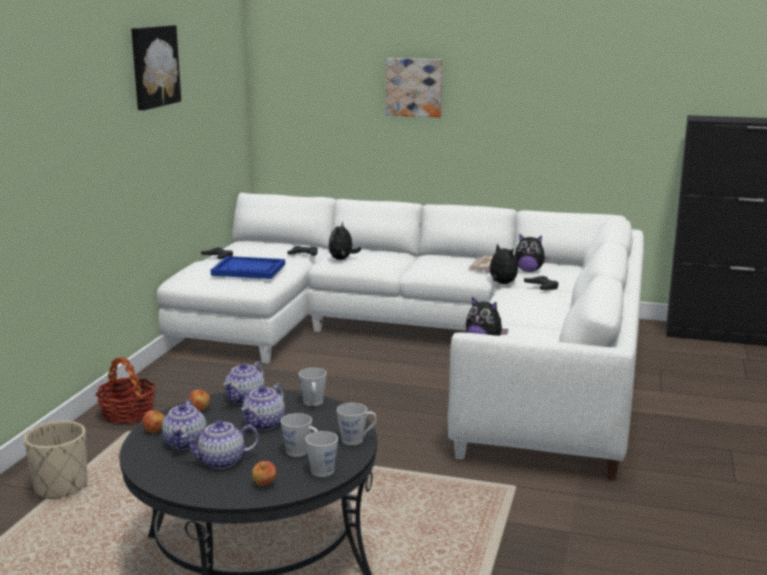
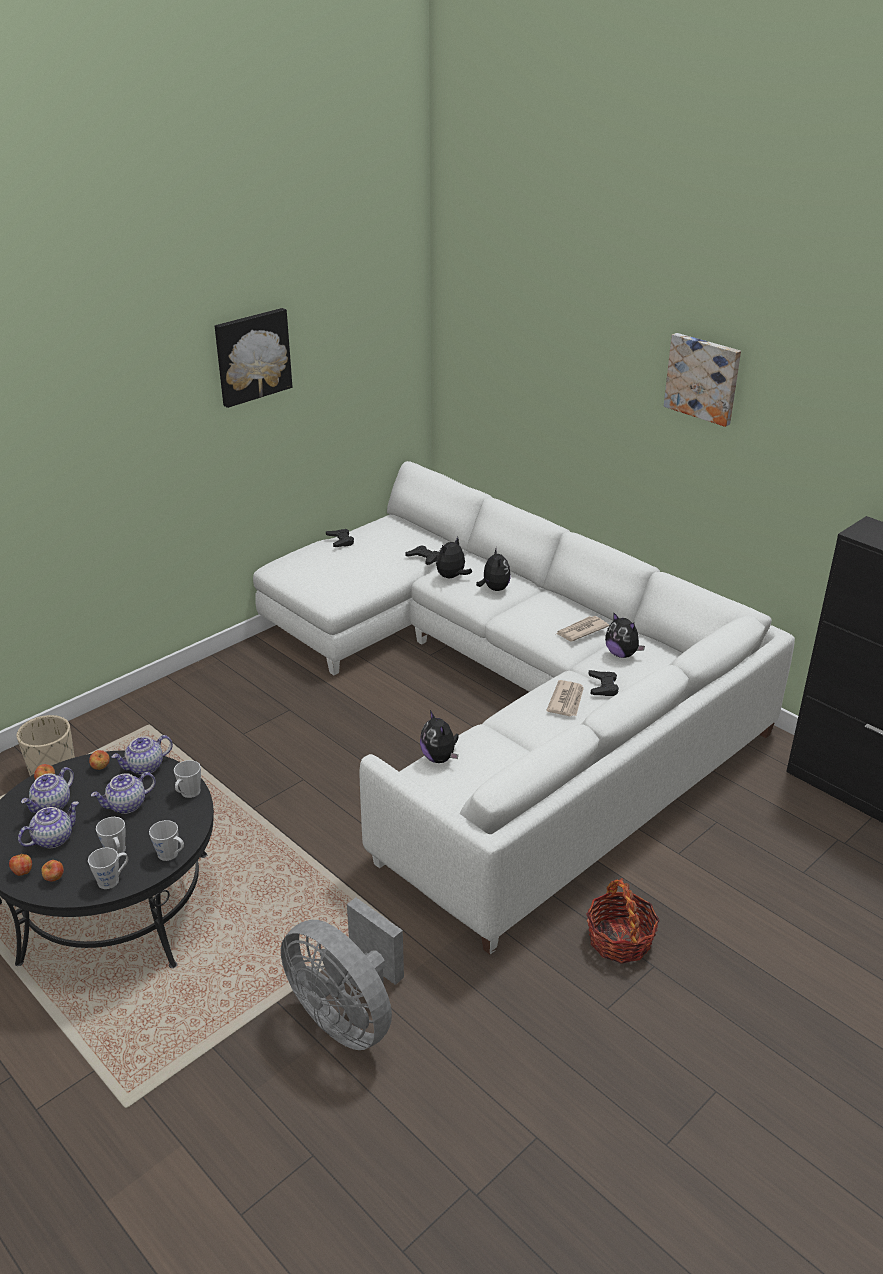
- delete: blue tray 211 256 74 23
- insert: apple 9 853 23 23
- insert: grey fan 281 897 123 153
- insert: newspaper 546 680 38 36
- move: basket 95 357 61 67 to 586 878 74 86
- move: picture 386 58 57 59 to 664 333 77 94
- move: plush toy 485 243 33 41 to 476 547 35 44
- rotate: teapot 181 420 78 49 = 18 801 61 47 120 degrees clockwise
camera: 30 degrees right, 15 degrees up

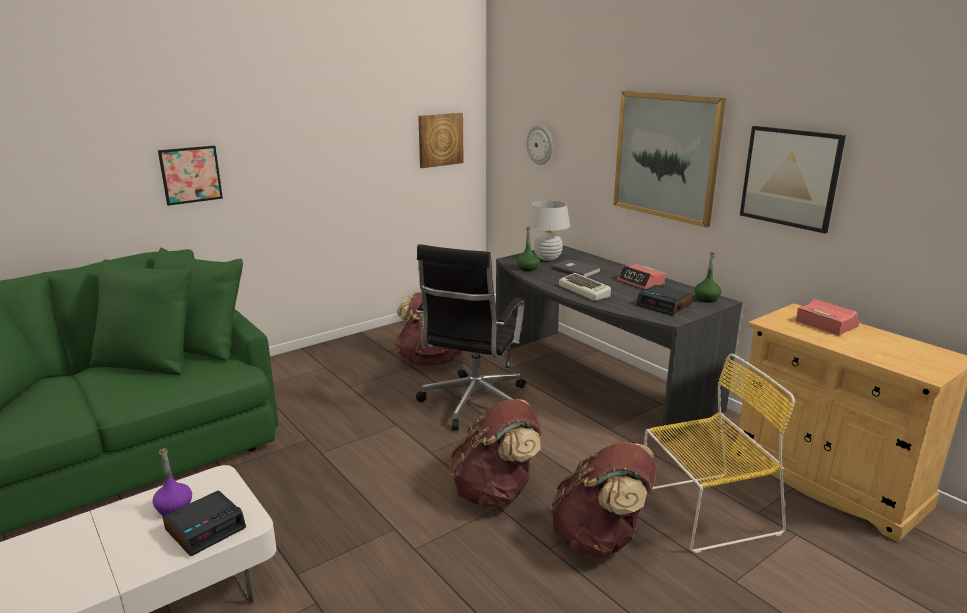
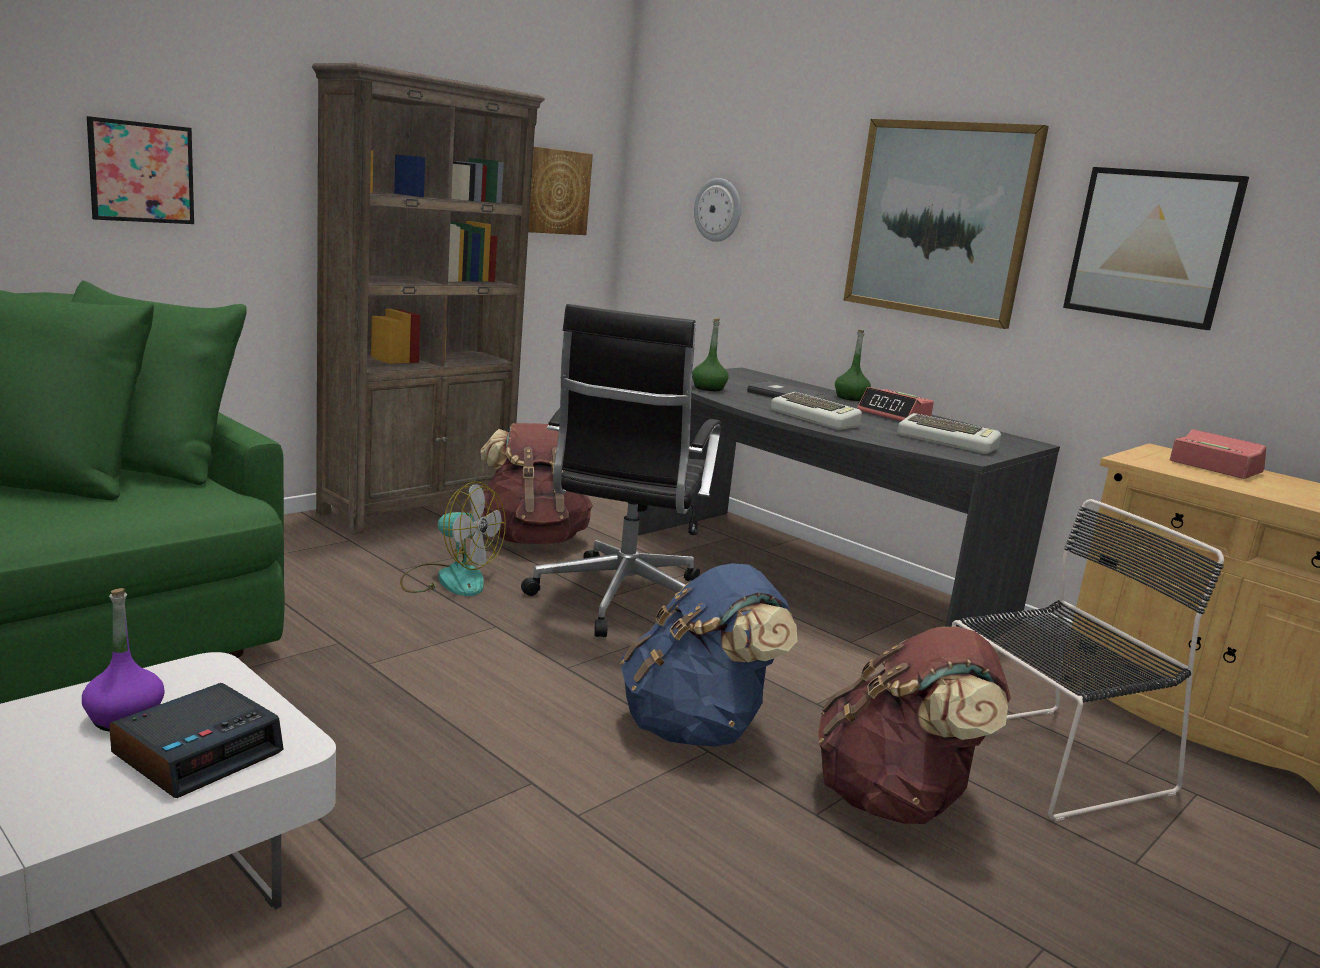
- delete: white table lamp 528 200 42 61
- insert: brown bookcase 312 63 233 471
- insert: fan 400 481 106 115
- move: green bottle 695 252 26 51 to 835 330 36 71
- replace: alarm clock 637 285 56 31 to keyboard 897 413 104 41
- recolor: brown backpack 450 399 92 108 to blue backpack 621 563 176 184
- recolor: yellow chair 644 354 151 199 to black chair 952 499 272 322
camera: 10 degrees left, 5 degrees down

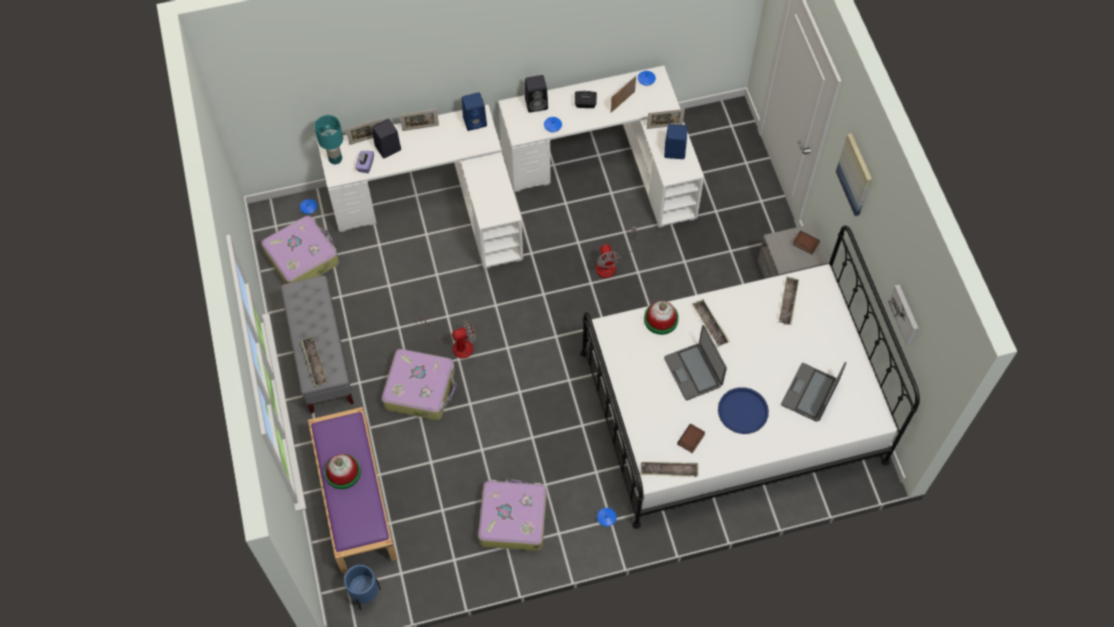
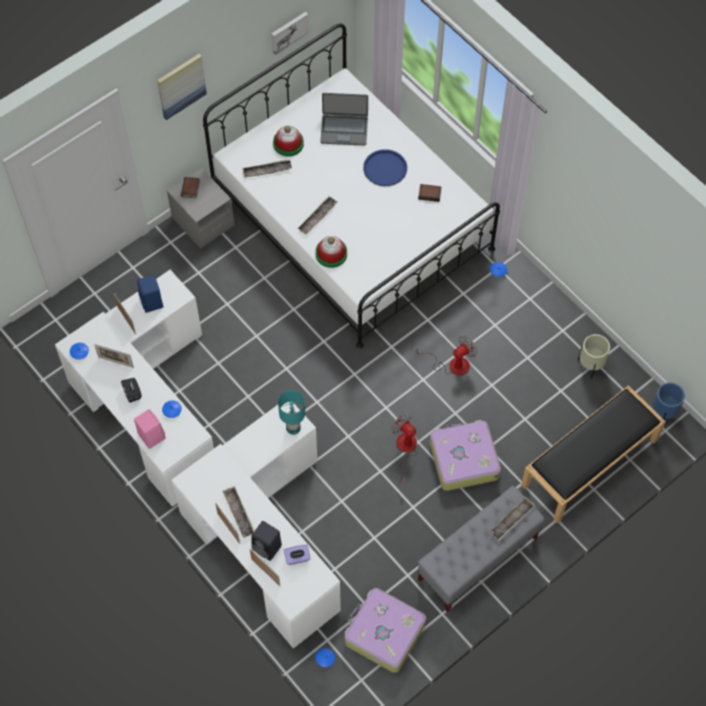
- delete: blue speaker 462 92 25 39
- delete: suitcase 478 479 69 72
- delete: laptop 664 325 63 75
- insert: beige planter 578 334 32 45
- move: turquoise table lamp 314 115 29 49 to 278 390 27 45
- move: hat 325 454 36 35 to 273 126 31 30
- move: fan 596 226 41 52 to 413 336 64 39
- move: tray 641 462 57 15 to 223 486 32 52
- recolor: purple bench 308 407 89 166 to black bench 521 385 145 138
- recolor: black speaker 525 75 23 38 to pink speaker 134 409 31 40
camera: 115 degrees left, 0 degrees up

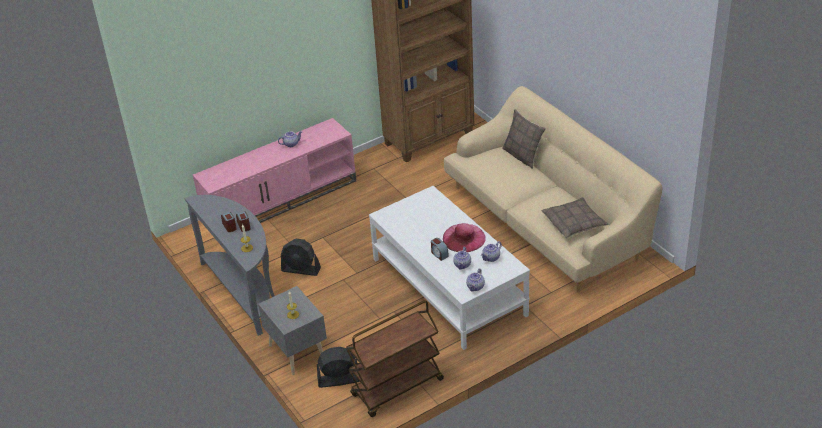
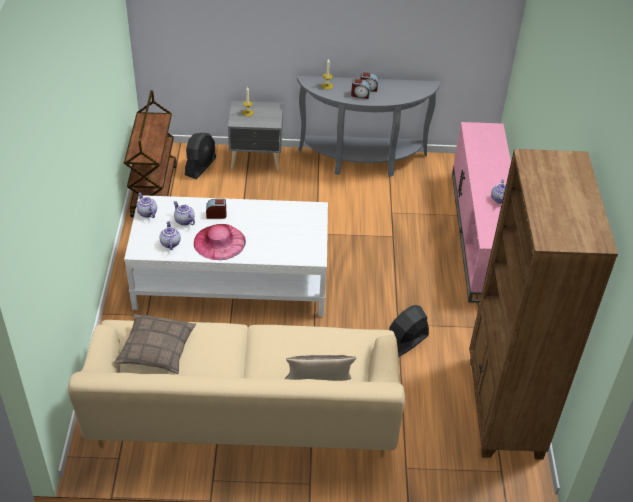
- move: black fan 281 238 40 38 to 389 305 40 52
camera: 120 degrees right, 5 degrees up

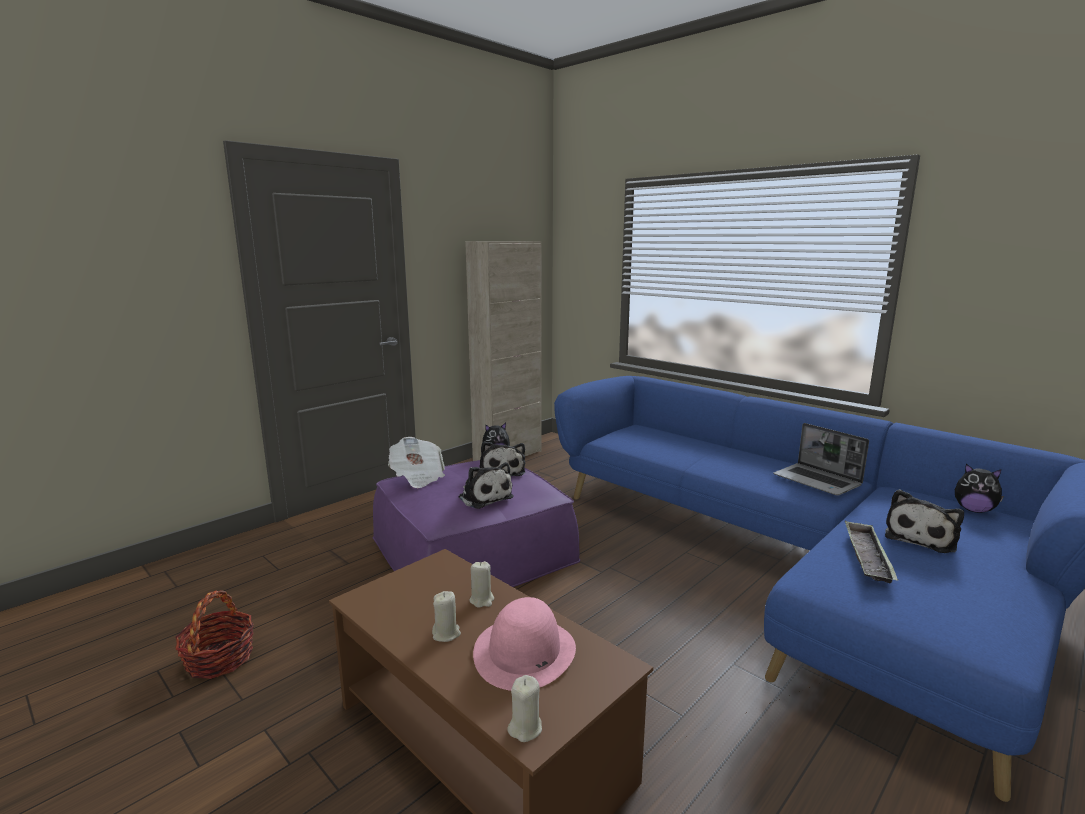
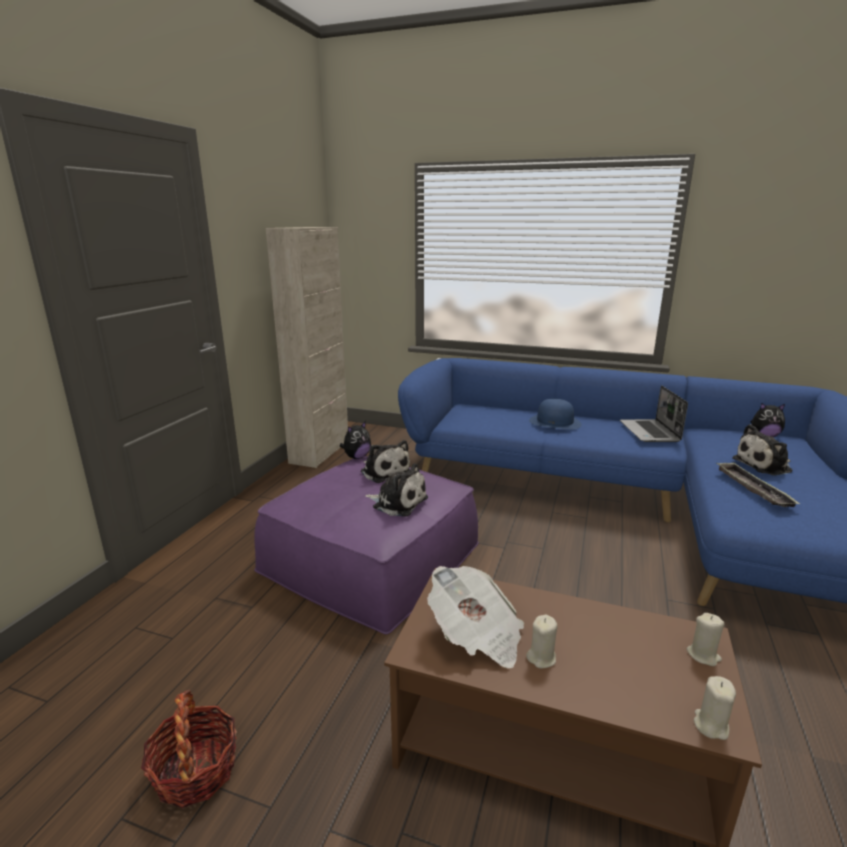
- delete: pink hat 473 597 103 94
- insert: blue hat 529 399 53 31
- move: newspaper 388 437 57 51 to 427 566 97 103
- move: beige candle 469 561 25 47 to 687 613 37 53
- rotate: laptop 773 423 96 73 = 620 386 68 56 60 degrees clockwise
- rotate: plush toy 885 489 79 64 = 732 424 61 51 60 degrees clockwise
camera: 25 degrees left, 5 degrees up

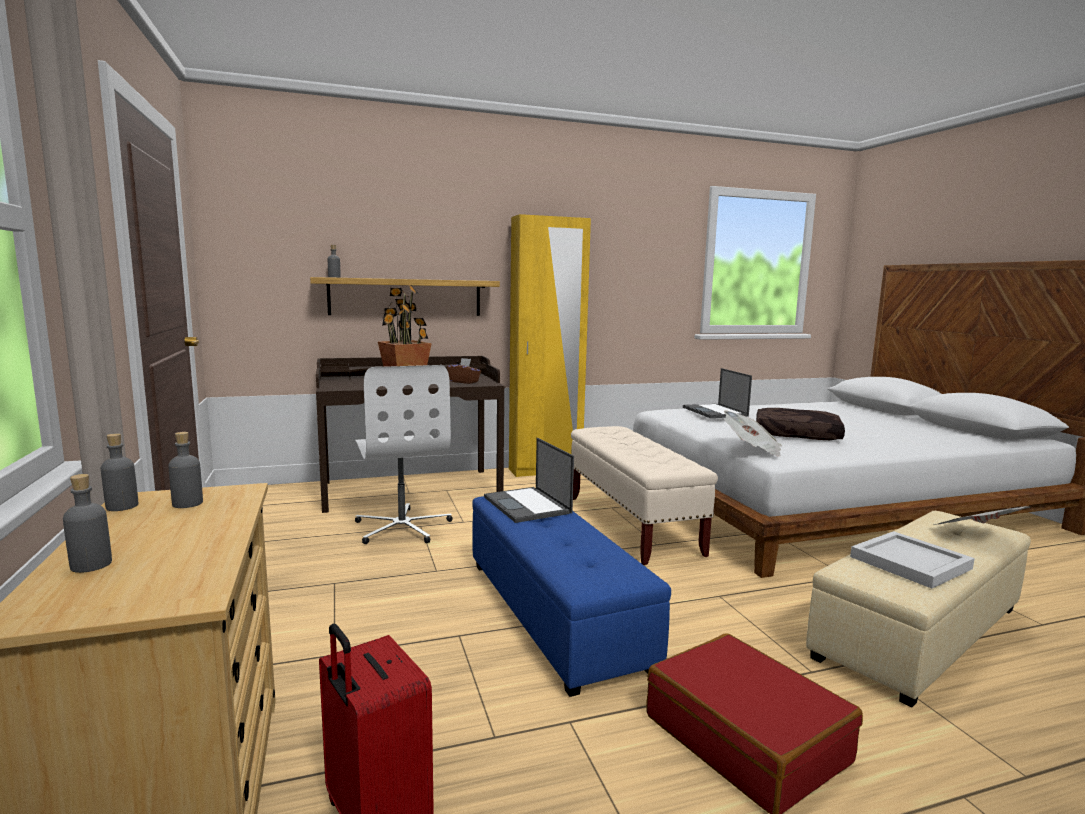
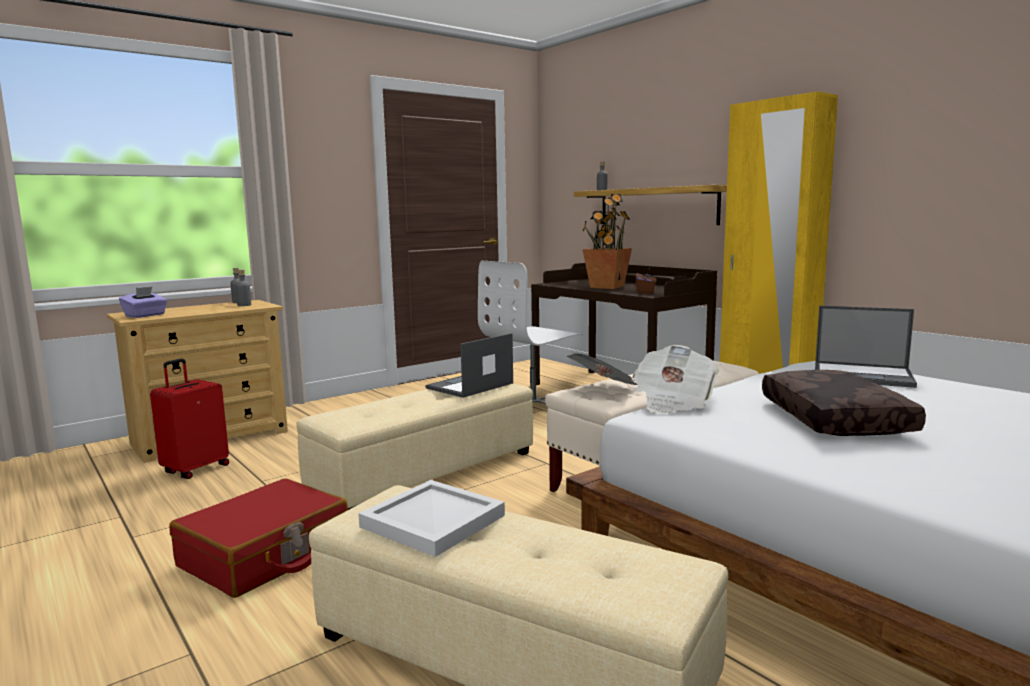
- delete: grey bottle 63 474 49 99
- insert: purple tissue box 119 287 48 31
- move: newspaper 933 506 97 19 to 567 354 71 31
- recolor: blue ottoman 472 496 199 201 to beige ottoman 296 384 237 126
- rotate: laptop 683 368 69 50 = 815 306 102 82 120 degrees counterclockwise
camera: 70 degrees right, 0 degrees up

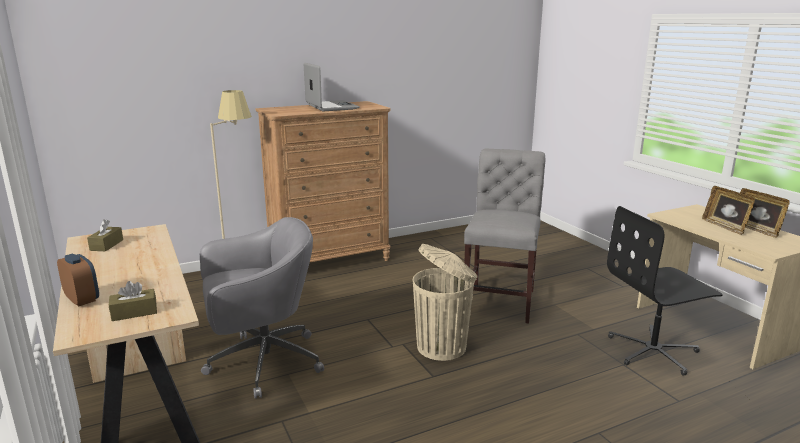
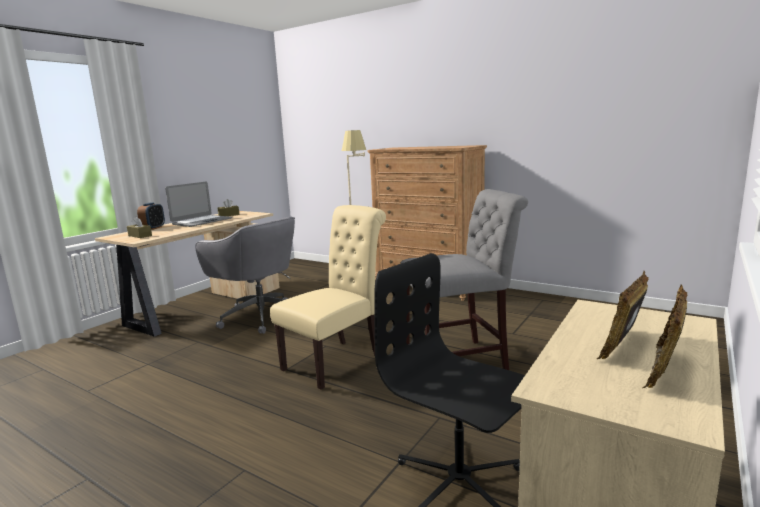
- move: laptop 304 63 56 48 to 165 182 67 45
- replace: beige trash can 413 244 65 117 to beige chair 270 205 116 185
camera: 60 degrees right, 5 degrees down

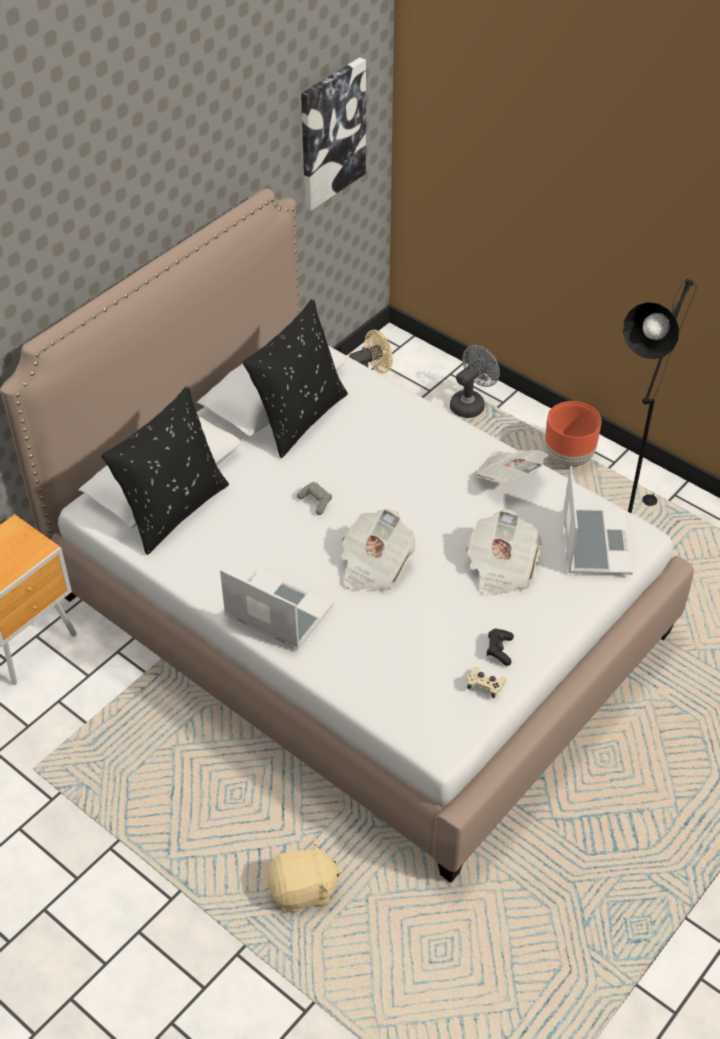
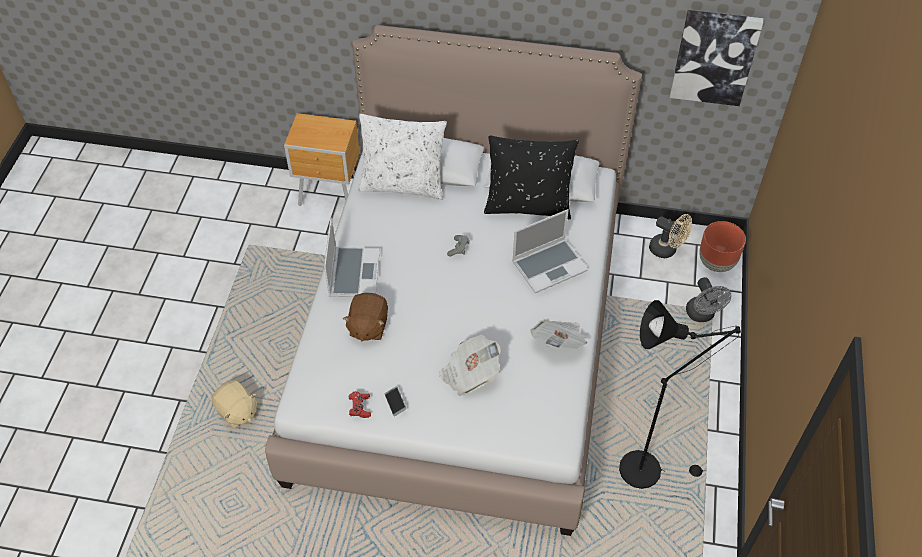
- delete: newspaper 341 509 75 82
- insert: brown plush toy 343 293 45 48
- move: brown planter 545 401 56 66 to 699 221 47 51
- move: laptop 563 466 70 109 to 512 209 76 84
- replace: black game controller 486 628 28 38 to phone 385 386 21 31
- recolor: black pillow 101 386 128 169 to white pillow 358 114 89 86
- recolor: beige game controller 467 667 40 32 to red game controller 348 391 23 27
- rotate: grey fan 450 345 50 73 = 686 277 45 45 60 degrees clockwise
camera: 60 degrees right, 5 degrees up

